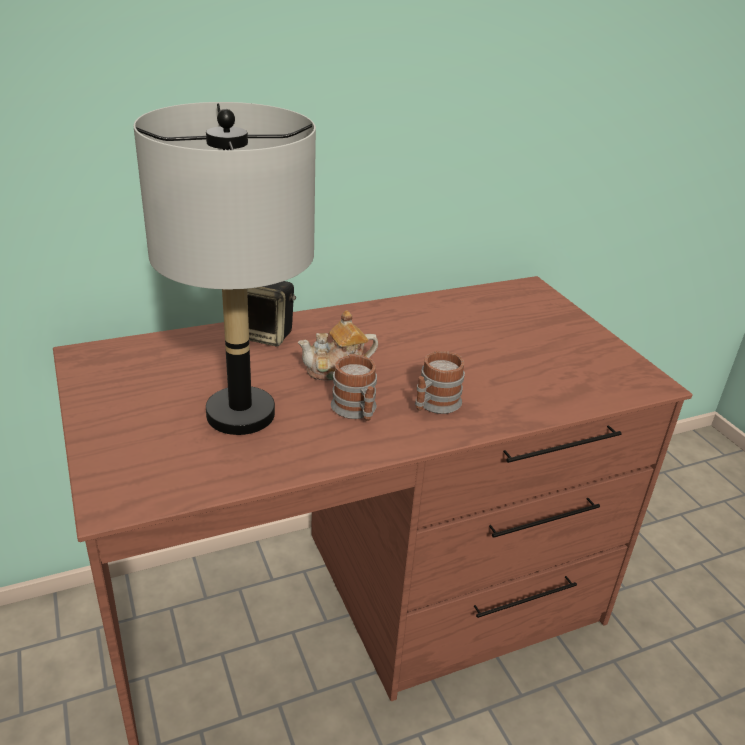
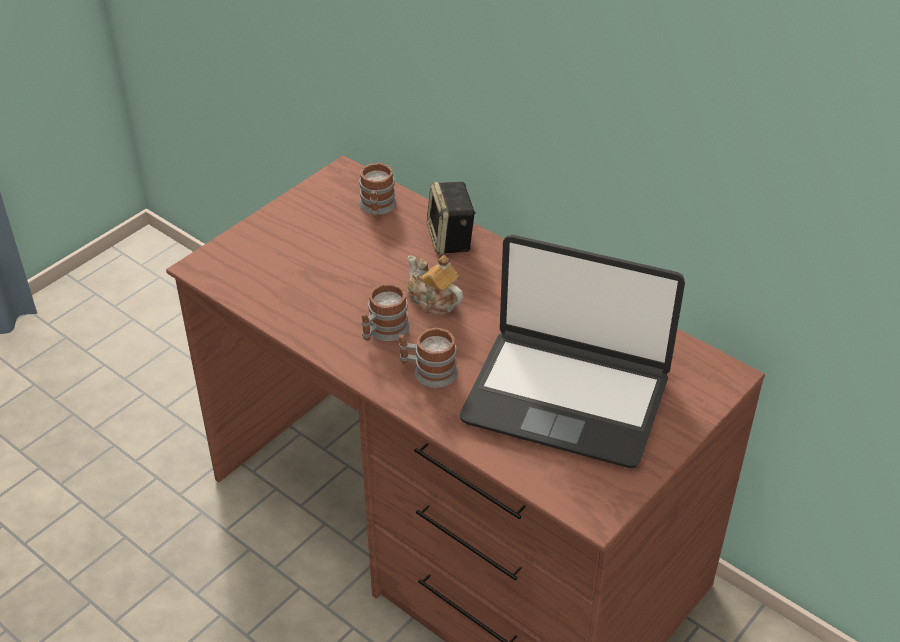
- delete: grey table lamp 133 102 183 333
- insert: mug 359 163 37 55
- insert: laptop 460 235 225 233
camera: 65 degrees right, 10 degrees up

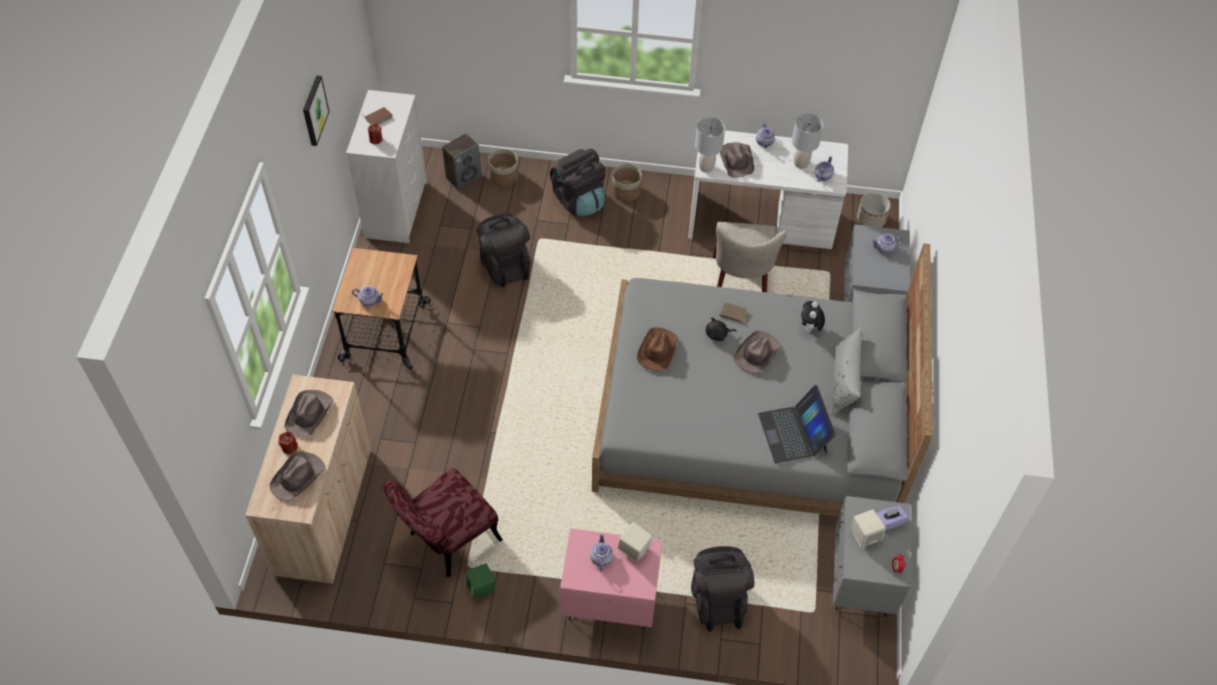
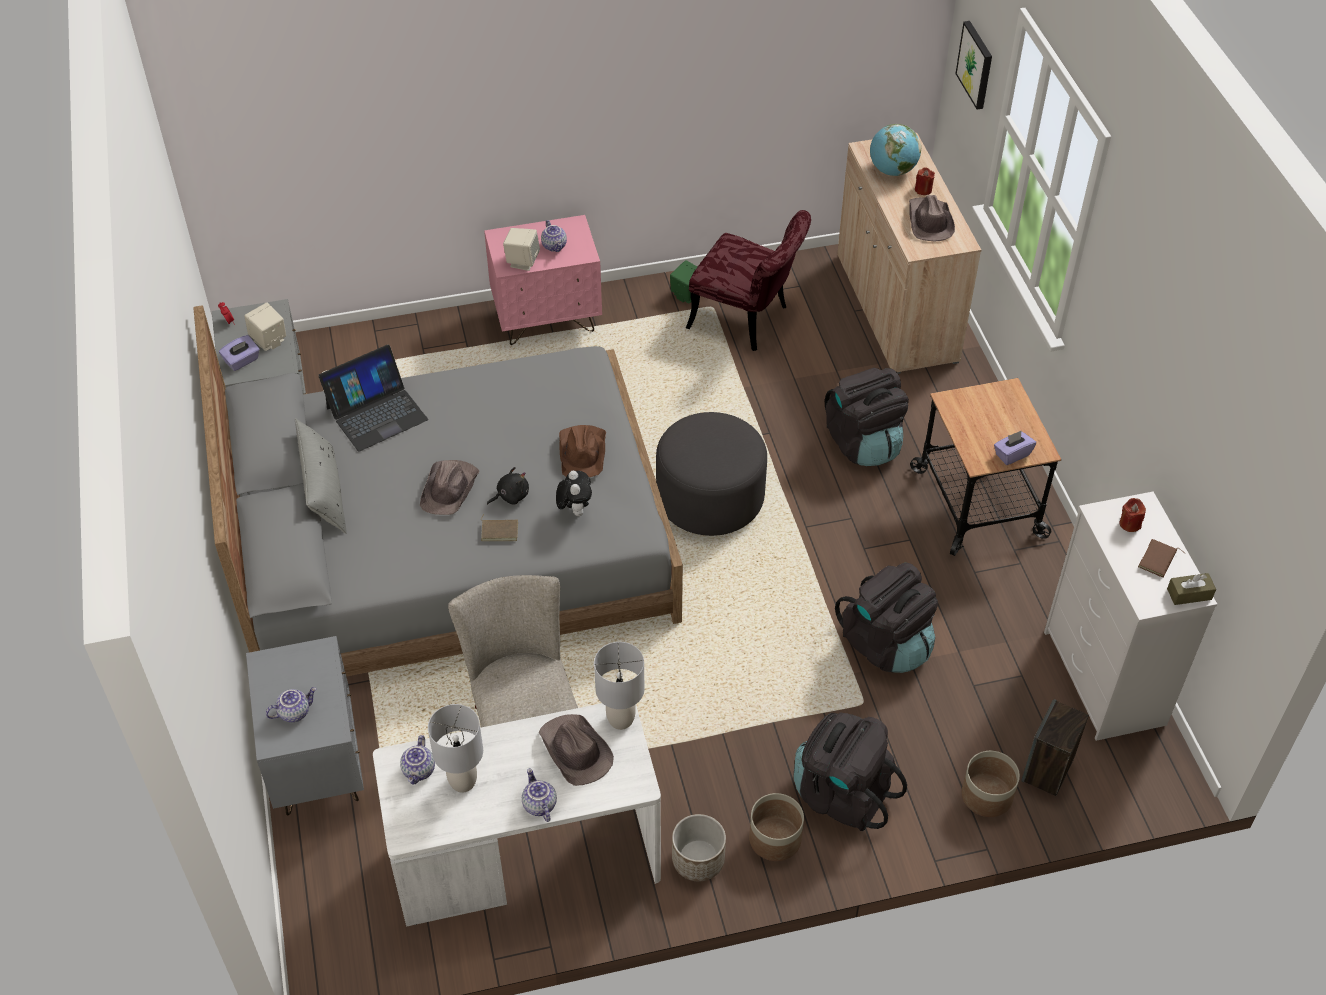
- delete: teapot 352 286 32 21
- insert: grey ottoman 656 412 111 124
- insert: purple tissue box 994 431 42 34
- insert: brown tissue box 1167 573 49 32
- move: picture 303 75 26 71 to 955 21 37 89
- move: black backpack 691 546 63 86 to 825 368 84 98
- move: plush toy 801 301 24 31 to 556 471 36 45
- move: planter 857 192 34 35 to 672 814 54 67
- replace: brown hat 270 452 55 50 to globe 870 124 51 52
- rotate: red chair 383 468 120 109 = 686 210 125 141 90 degrees clockwise
- rotate: laptop 758 385 78 78 = 318 345 110 106 90 degrees clockwise
camera: 160 degrees right, 5 degrees down

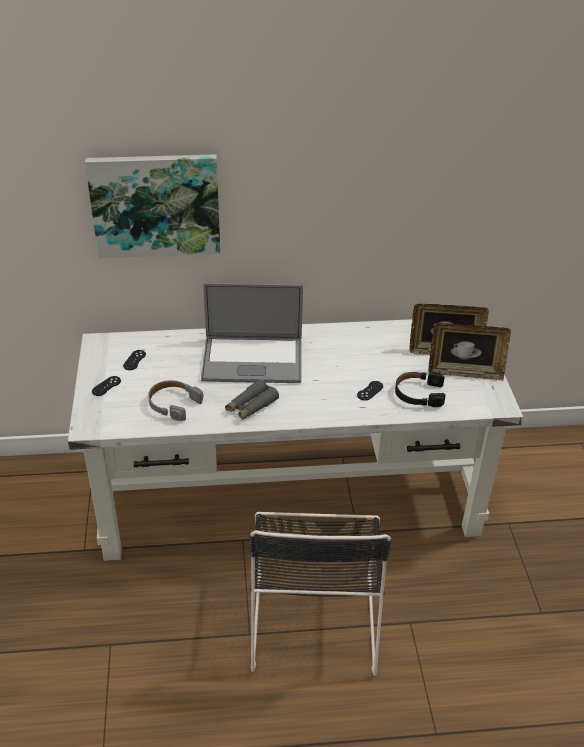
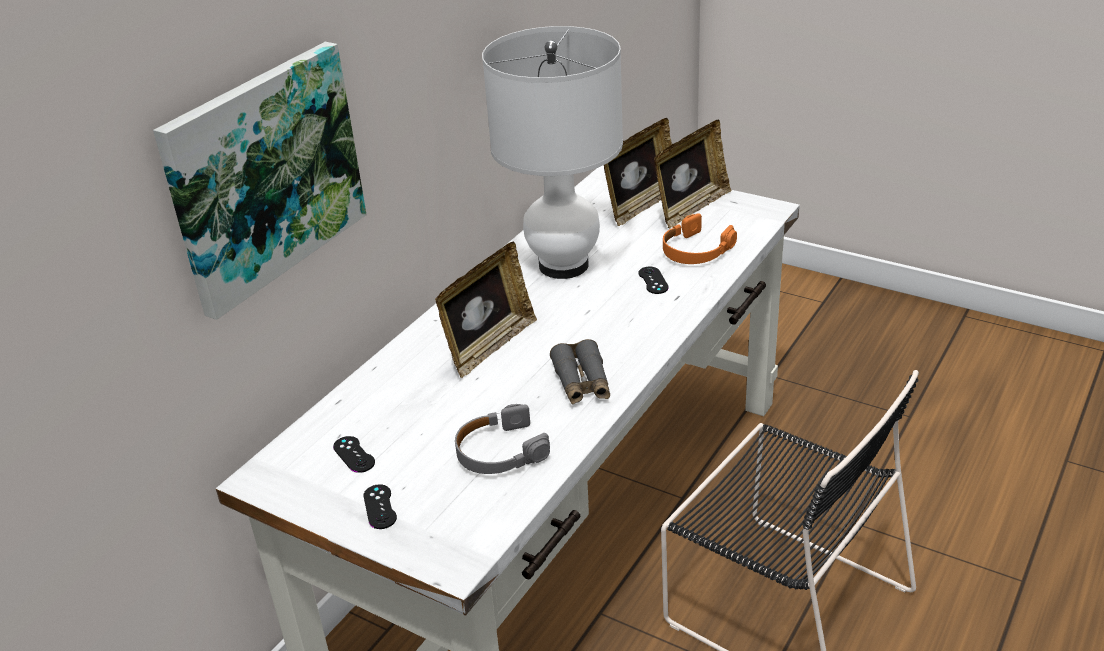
- insert: white table lamp 482 26 141 253
- replace: laptop 201 283 102 100 to picture frame 435 242 102 136
- recolor: black headphones 395 372 51 35 to orange headphones 663 213 74 51
camera: 50 degrees left, 5 degrees down

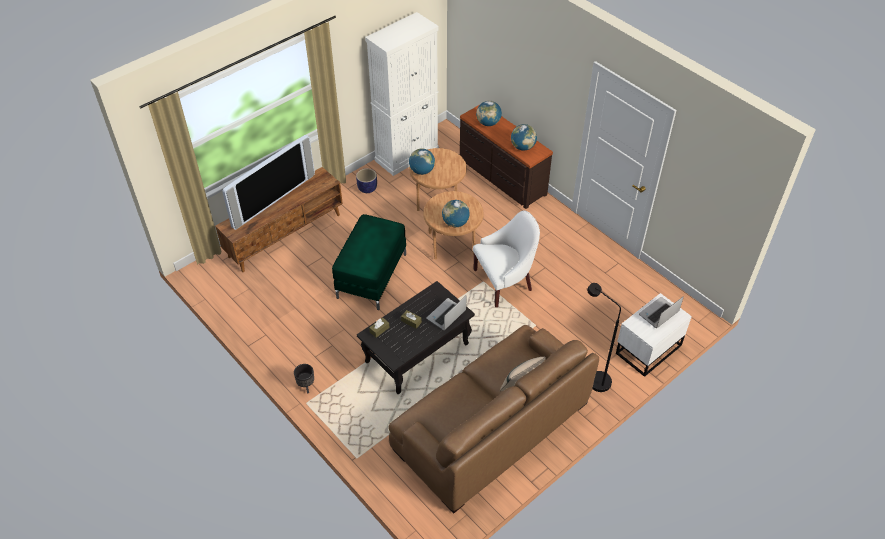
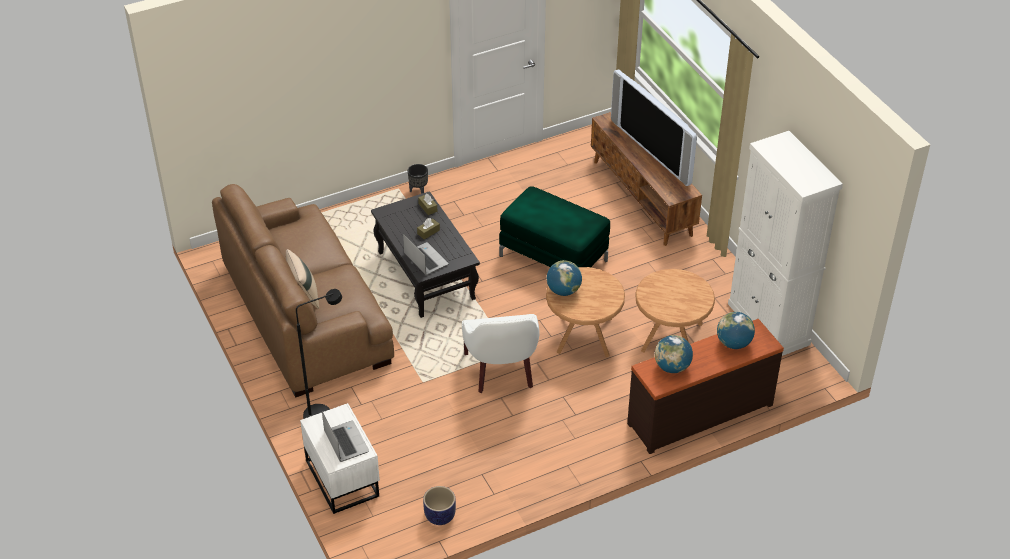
- delete: globe 409 148 26 27
- move: planter 356 168 21 25 to 423 486 33 39
camera: 105 degrees right, 5 degrees down

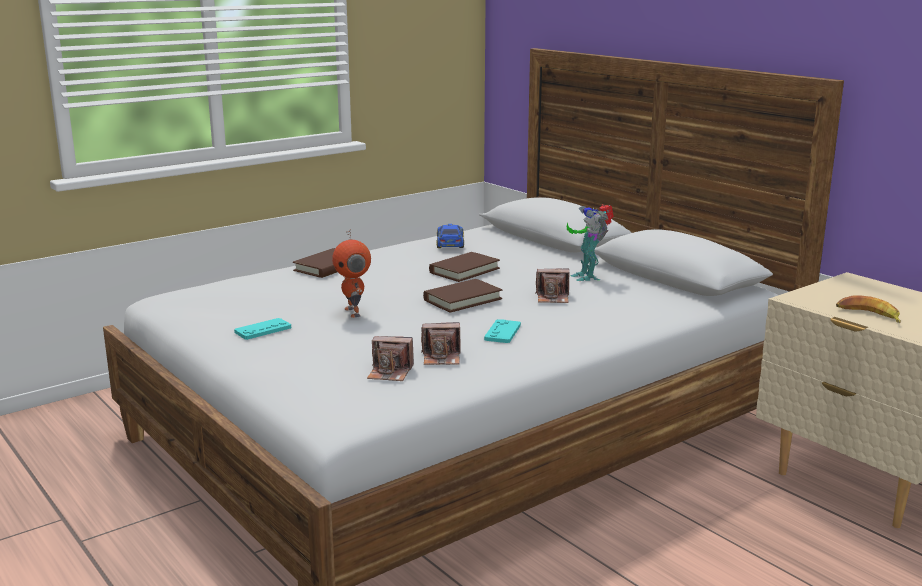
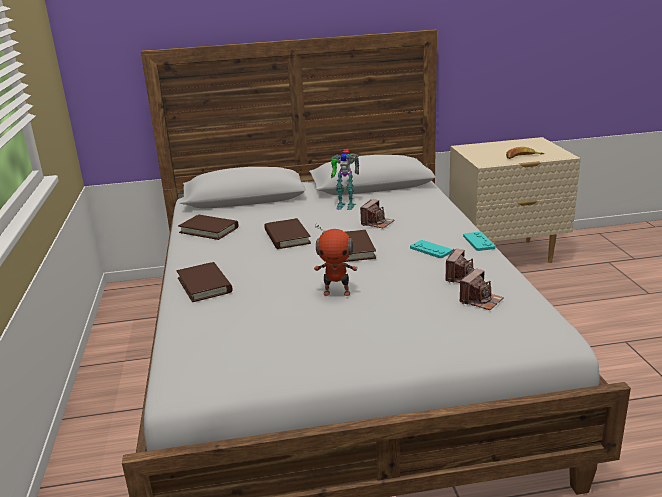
- move: turquoise game controller 234 318 57 22 to 463 232 33 19
- replace: toy car 436 224 28 24 to brown book 178 215 60 25
camera: 60 degrees left, 5 degrees up

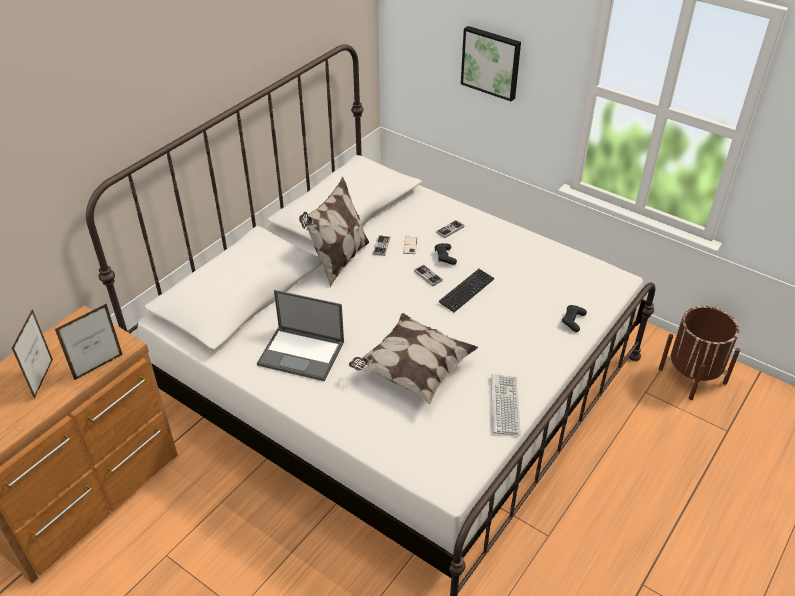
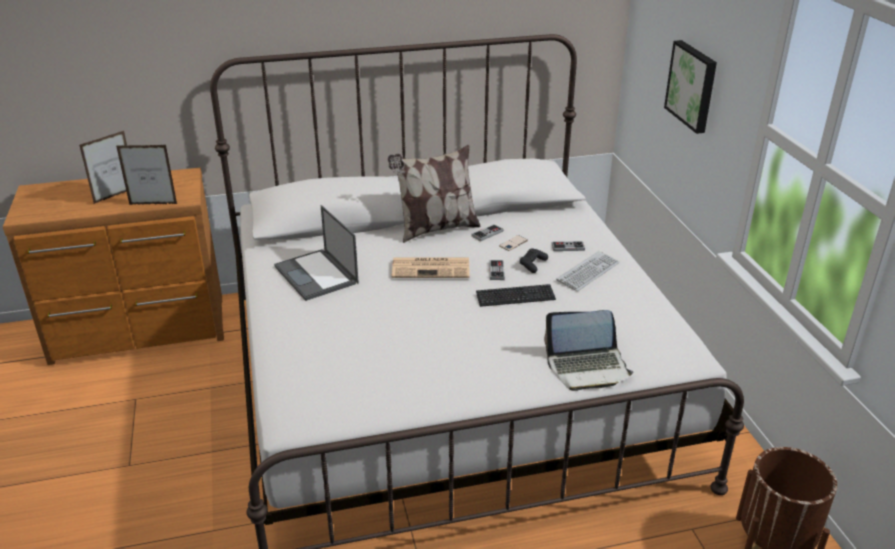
- delete: pillow 349 313 129 91
- insert: newspaper 392 257 78 21
- move: keyboard 491 374 30 62 to 556 251 63 40
- replace: black game controller 562 305 25 27 to laptop 544 310 89 81
camera: 40 degrees right, 10 degrees down

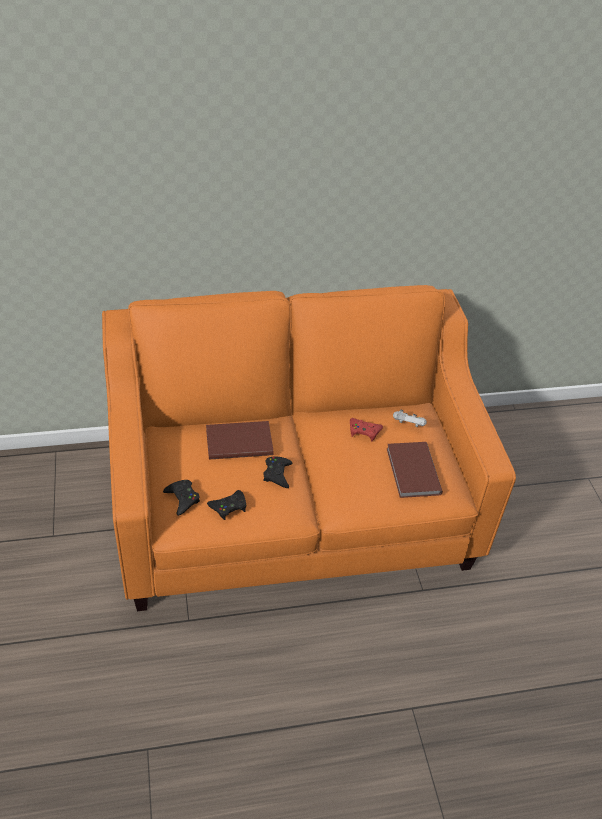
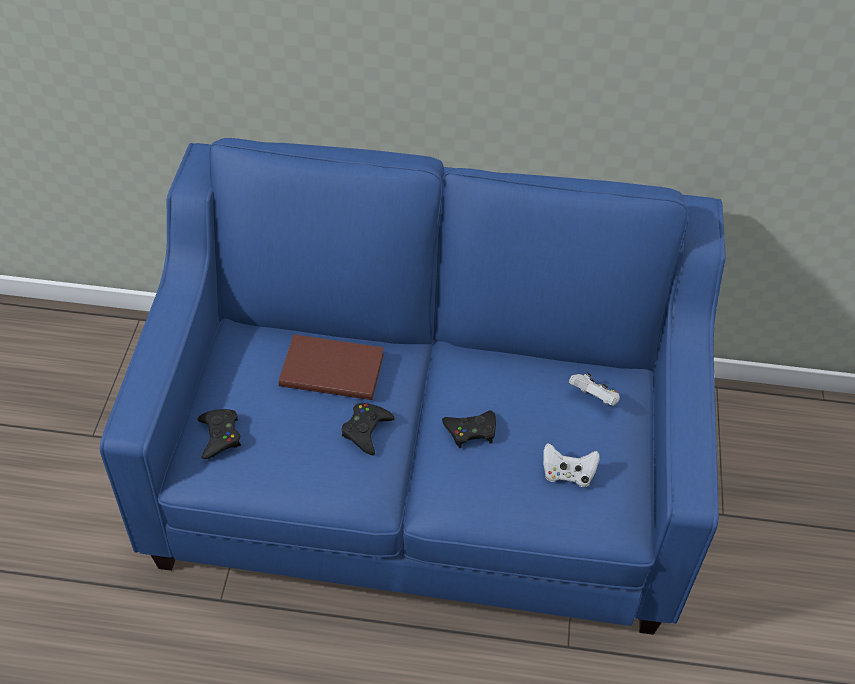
- delete: red game controller 350 418 33 23
- move: black game controller 207 490 39 30 to 442 410 54 38
- replace: brown book 387 442 56 56 to white game controller 543 443 56 44
- recolor: orange sofa 102 285 414 326 to blue sofa 100 138 626 497
camera: 20 degrees right, 5 degrees up

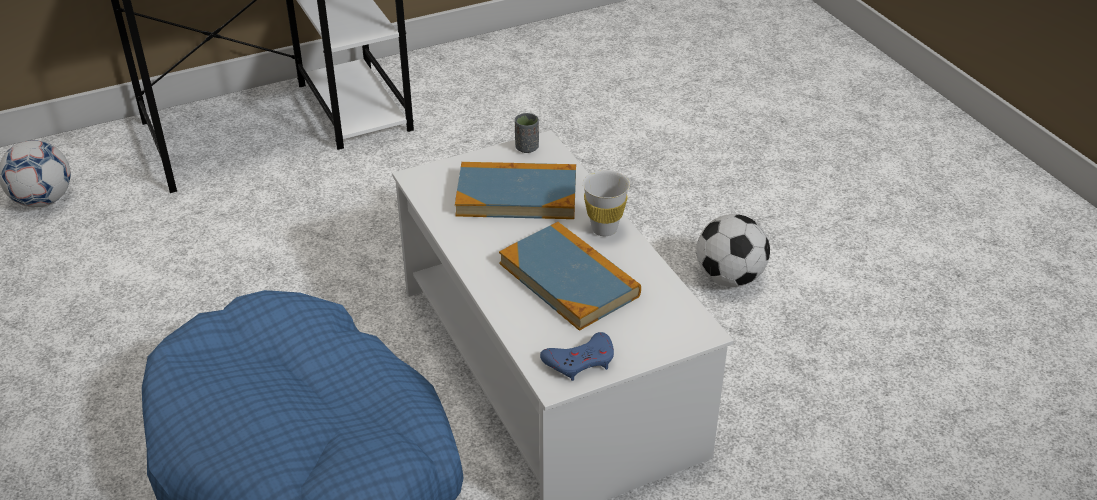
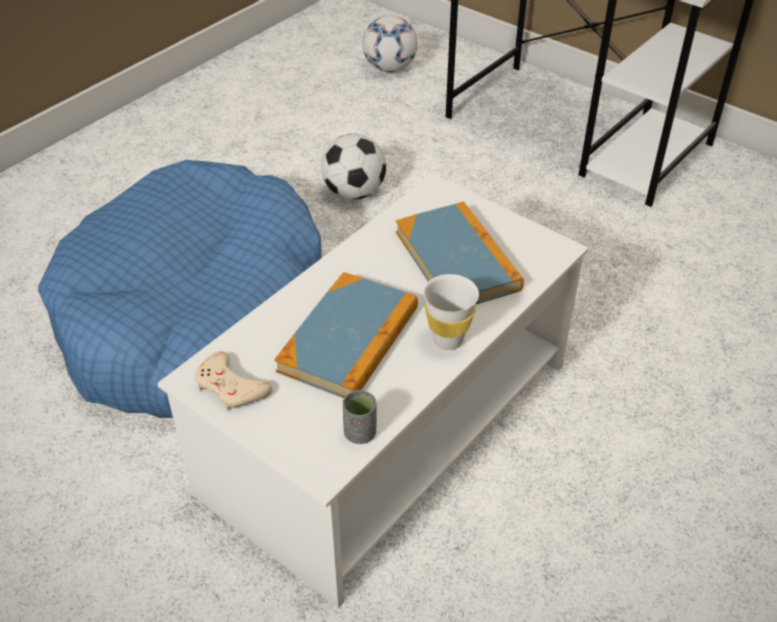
- move: grey cup 515 113 24 40 to 342 390 35 54
- move: football 696 214 74 73 to 321 134 65 66
- recolor: blue game controller 540 332 74 49 to beige game controller 195 351 77 60
camera: 65 degrees right, 5 degrees up

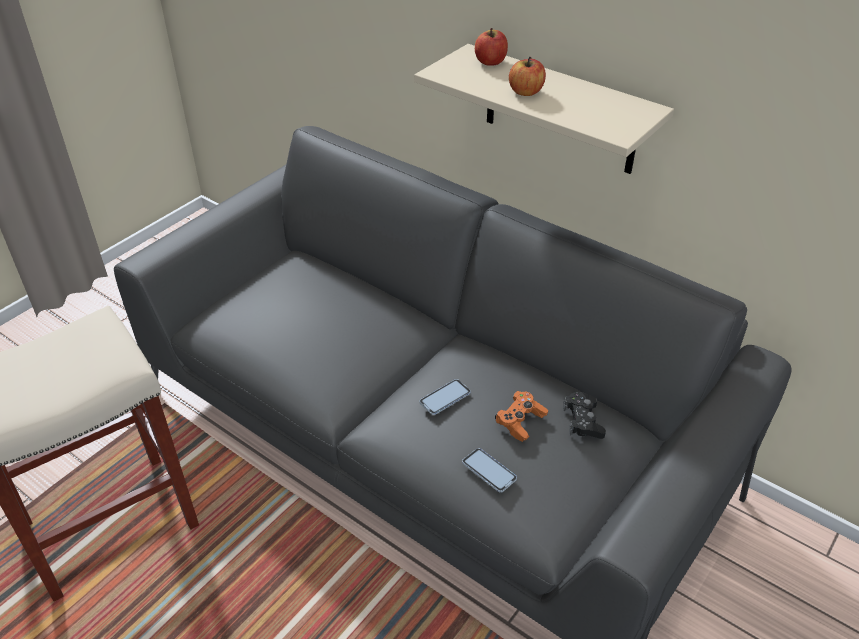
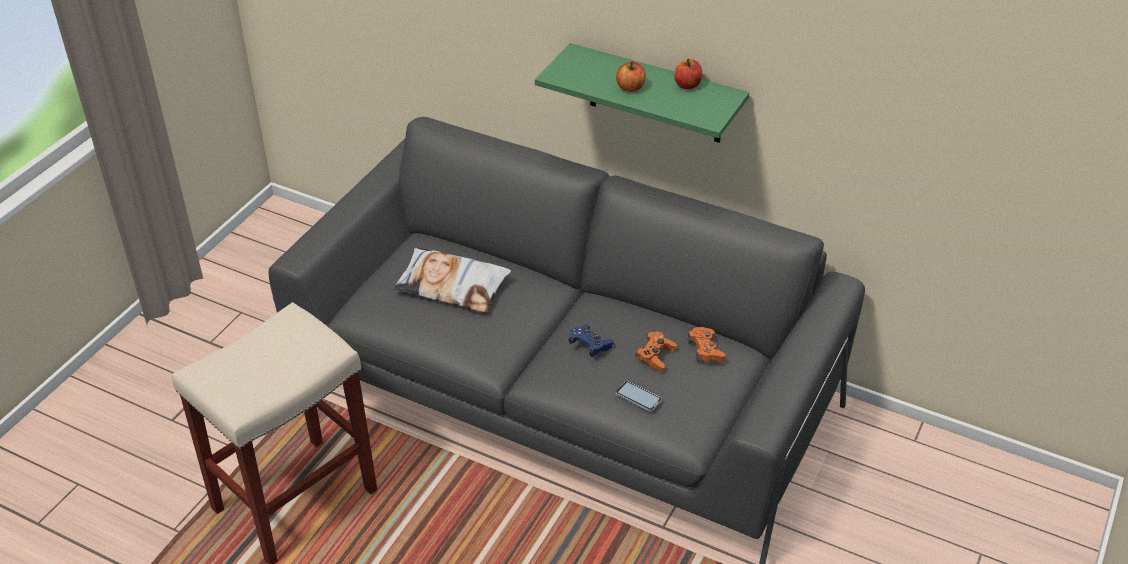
- insert: pillow 393 247 118 65
- move: apple 475 28 33 38 to 674 59 28 30
- replace: phone 419 379 52 36 to blue game controller 568 325 46 32
- recolor: beige shelf 414 44 260 130 to green shelf 535 43 214 100
- recolor: black game controller 563 392 43 47 to orange game controller 688 327 37 35
camera: 10 degrees left, 0 degrees up

